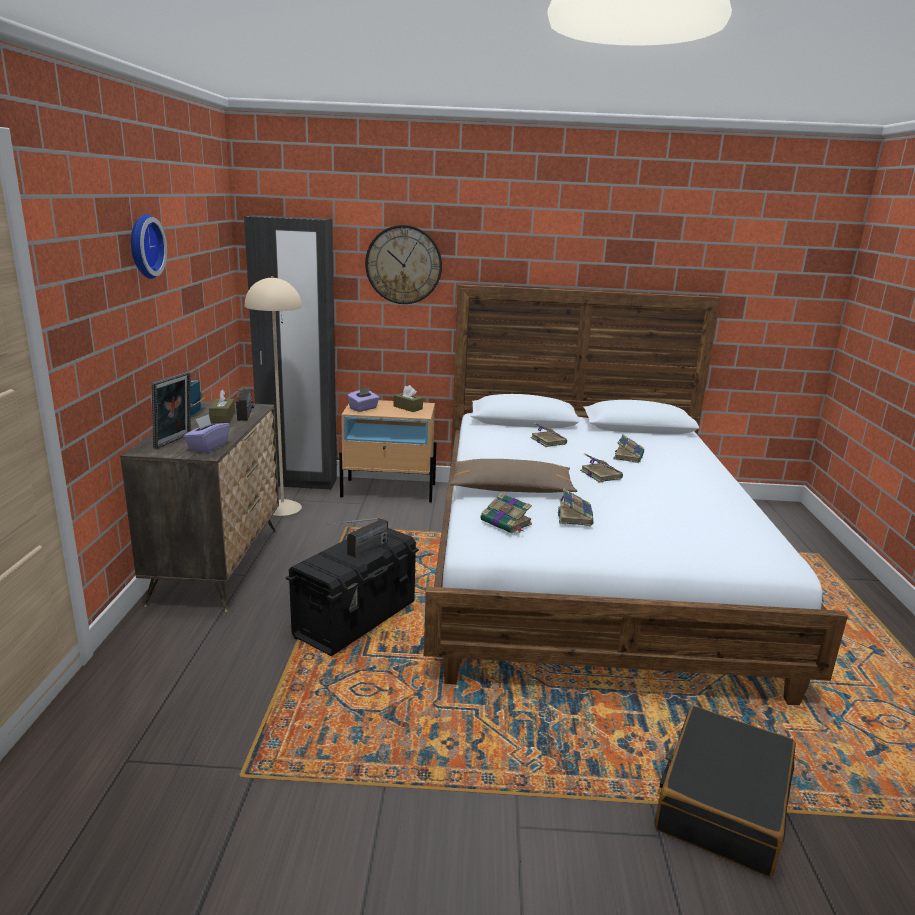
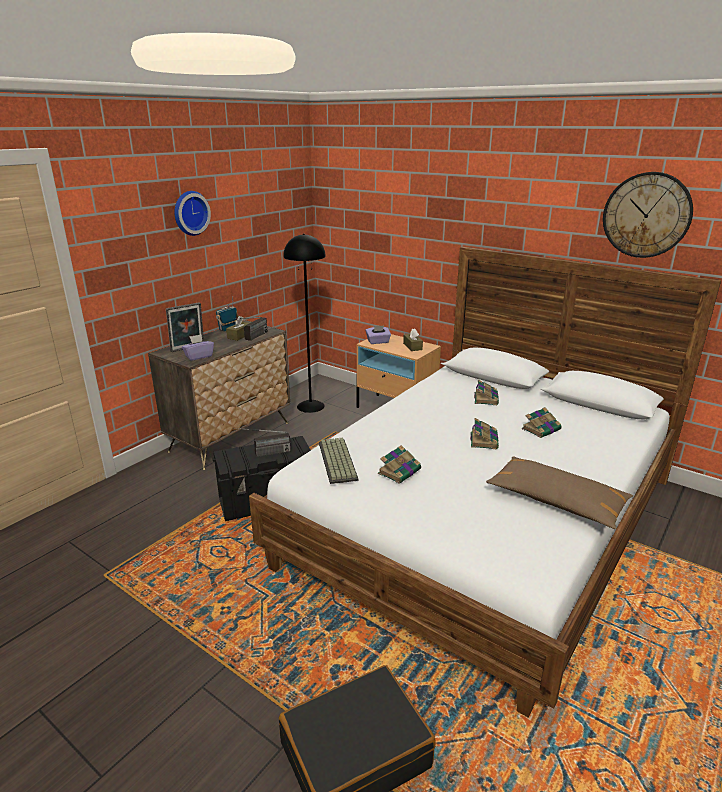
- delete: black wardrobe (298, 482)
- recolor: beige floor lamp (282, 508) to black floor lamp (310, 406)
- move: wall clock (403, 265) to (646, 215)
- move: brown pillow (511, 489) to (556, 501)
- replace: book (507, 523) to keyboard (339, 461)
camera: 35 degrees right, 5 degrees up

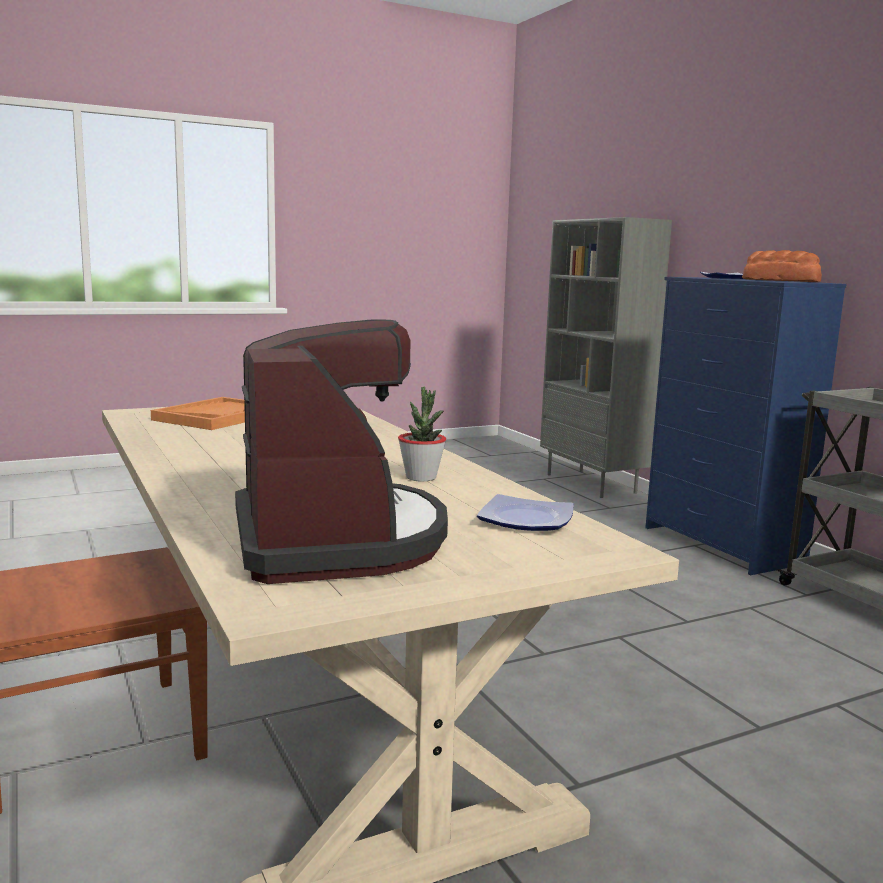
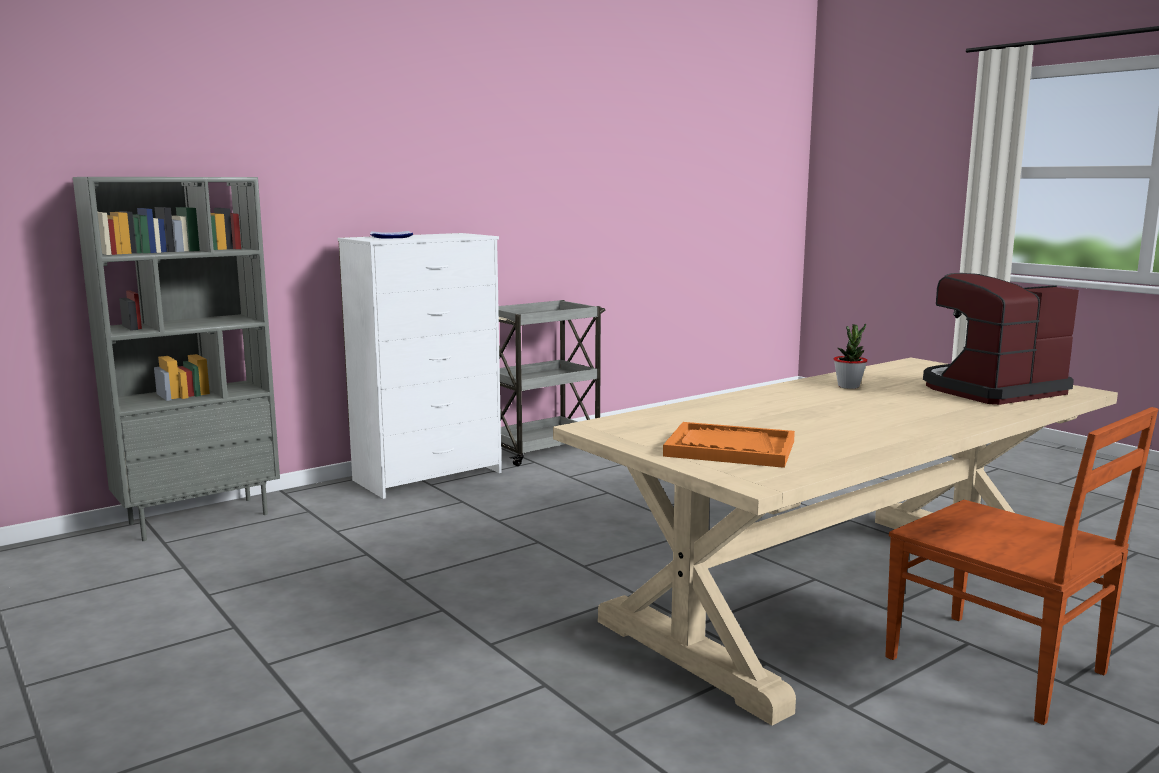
- delete: plate (524, 519)
- recolor: blue dresser (722, 545) to white dresser (429, 476)
- delete: bread (781, 280)
camera: 100 degrees left, 0 degrees up

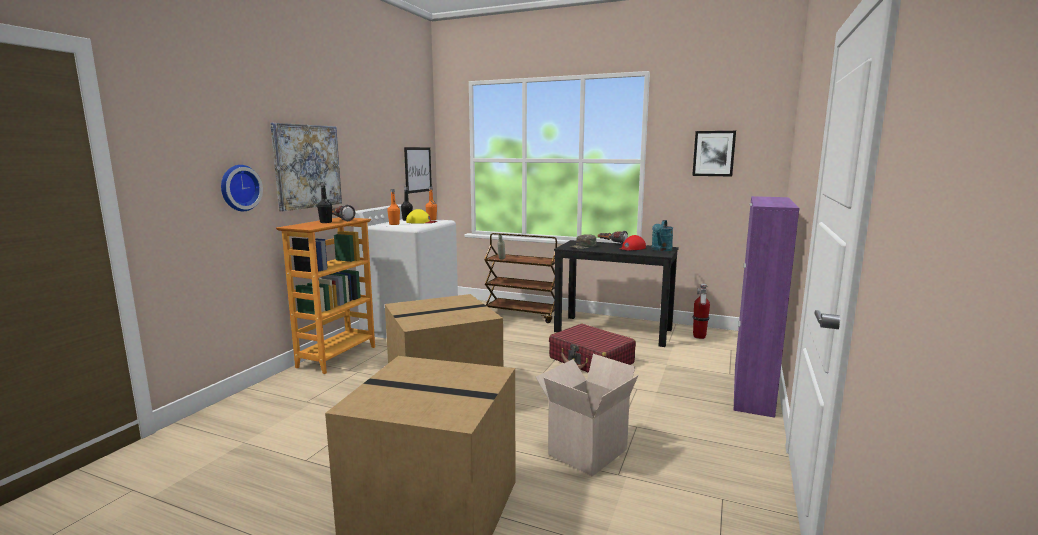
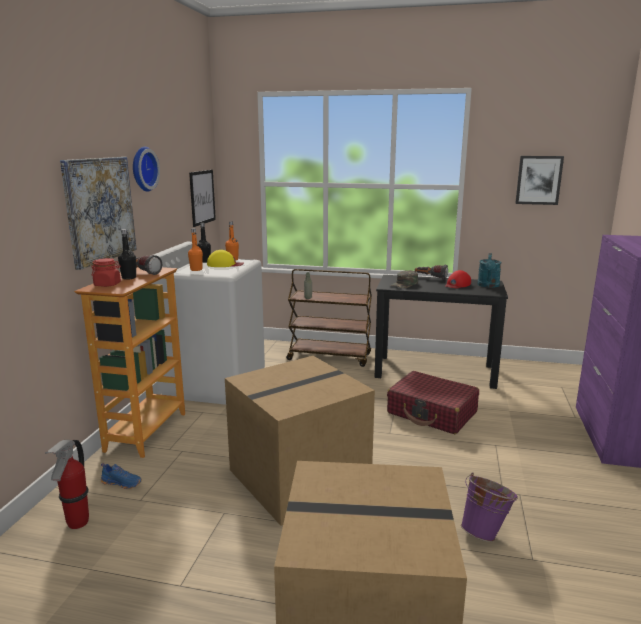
- move: wall clock (239, 188) to (142, 169)
- replace: cardboard box (586, 450) to purple bucket (485, 532)
- move: fire extinguisher (699, 337) to (77, 523)
- insert: red jar (107, 284)
- insert: blue shoe (122, 483)
camera: 10 degrees left, 5 degrees up

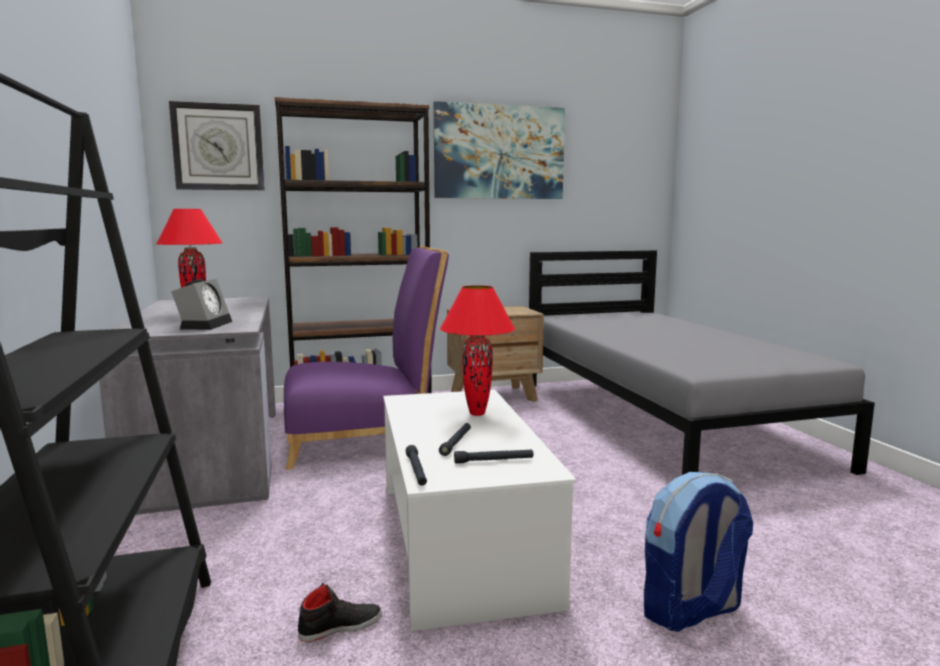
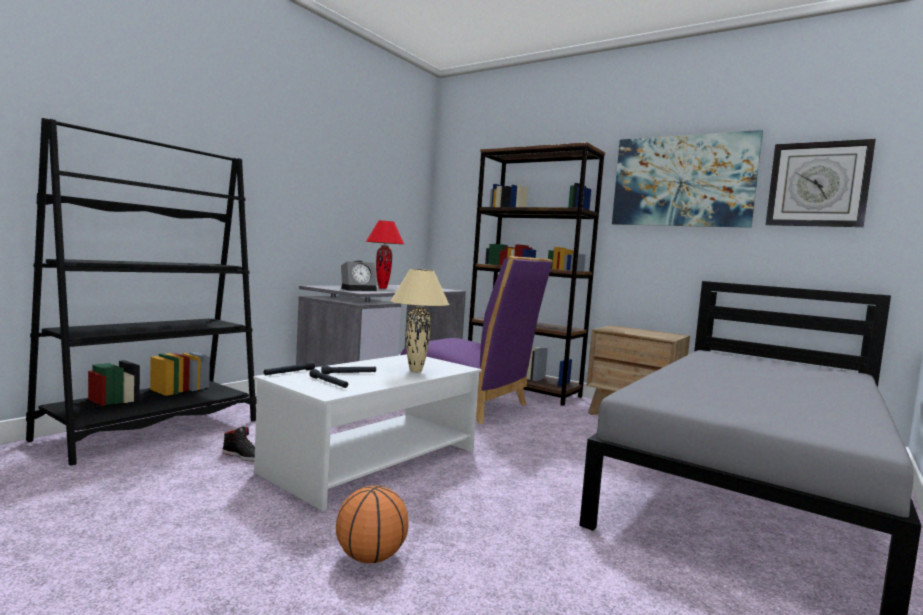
- move: wall clock (218, 147) to (817, 184)
- recolor: red table lamp (477, 414) to beige table lamp (415, 371)
- replace: backpack (691, 611) to basketball (370, 557)
camera: 50 degrees right, 5 degrees down

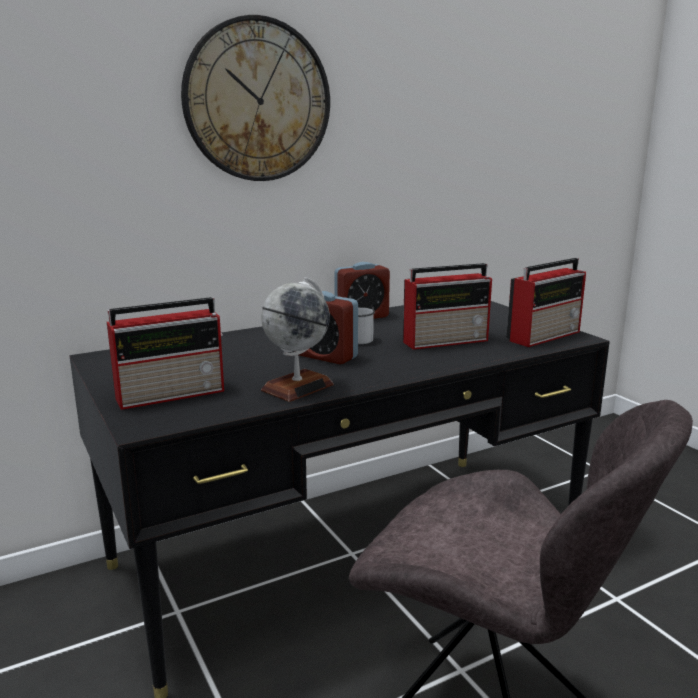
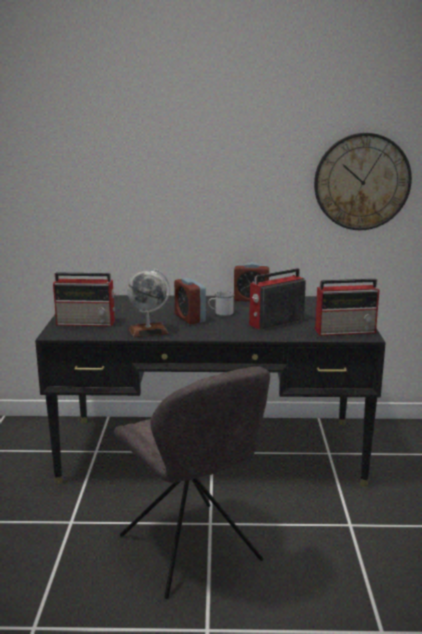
- move: wall clock (257, 101) to (362, 182)
- rotate: radio (447, 341) = (275, 322) 135 degrees clockwise
camera: 30 degrees right, 0 degrees up

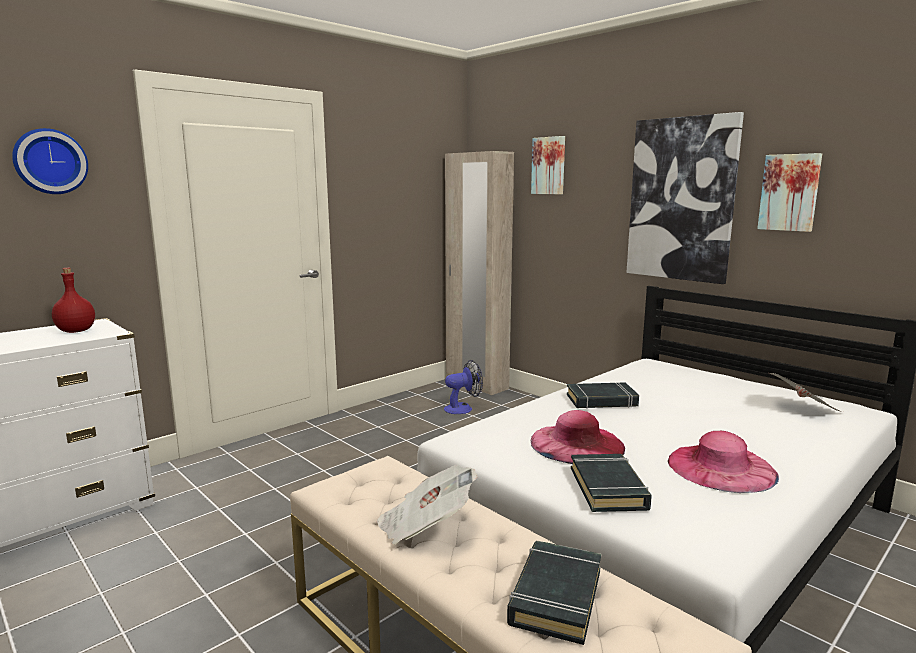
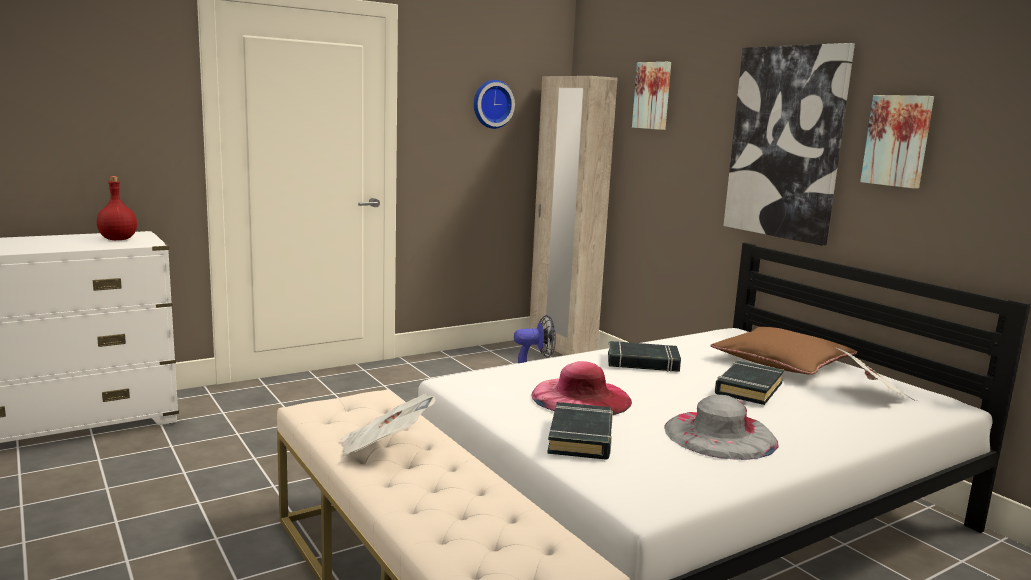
- move: wall clock (50, 161) to (492, 104)
- move: black book (555, 596) to (748, 388)
- recolor: pink hat (721, 467) to grey hat (720, 435)
- insert: brown pillow (782, 361)
camera: 10 degrees right, 0 degrees up

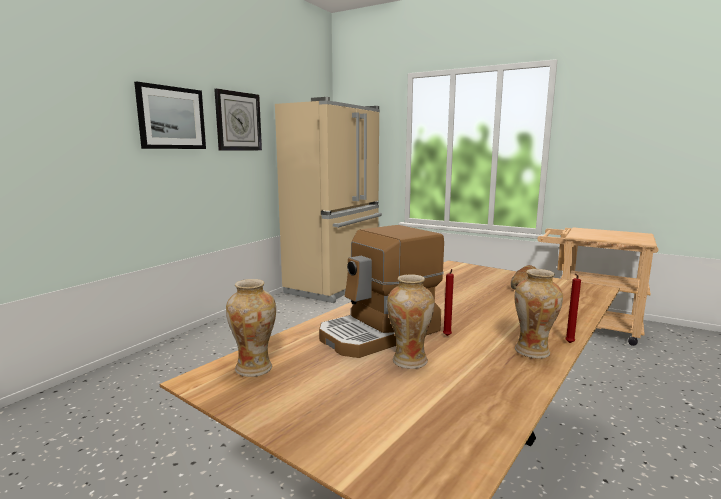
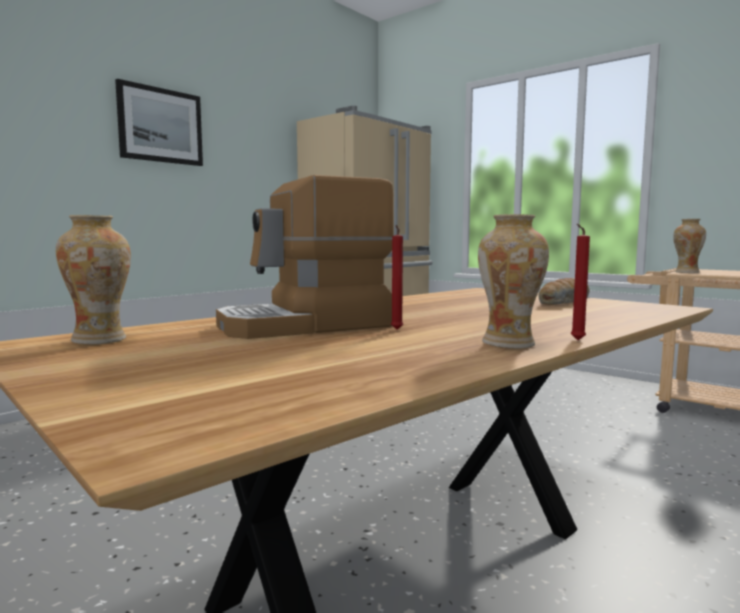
- delete: wall clock (238, 121)
- move: vase (409, 361) to (686, 272)
camera: 10 degrees right, 5 degrees down

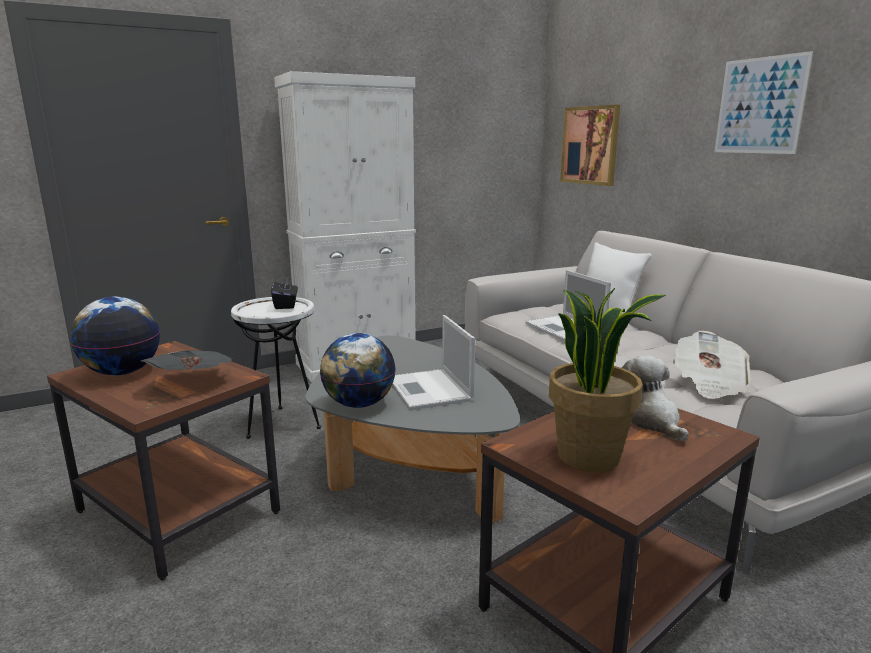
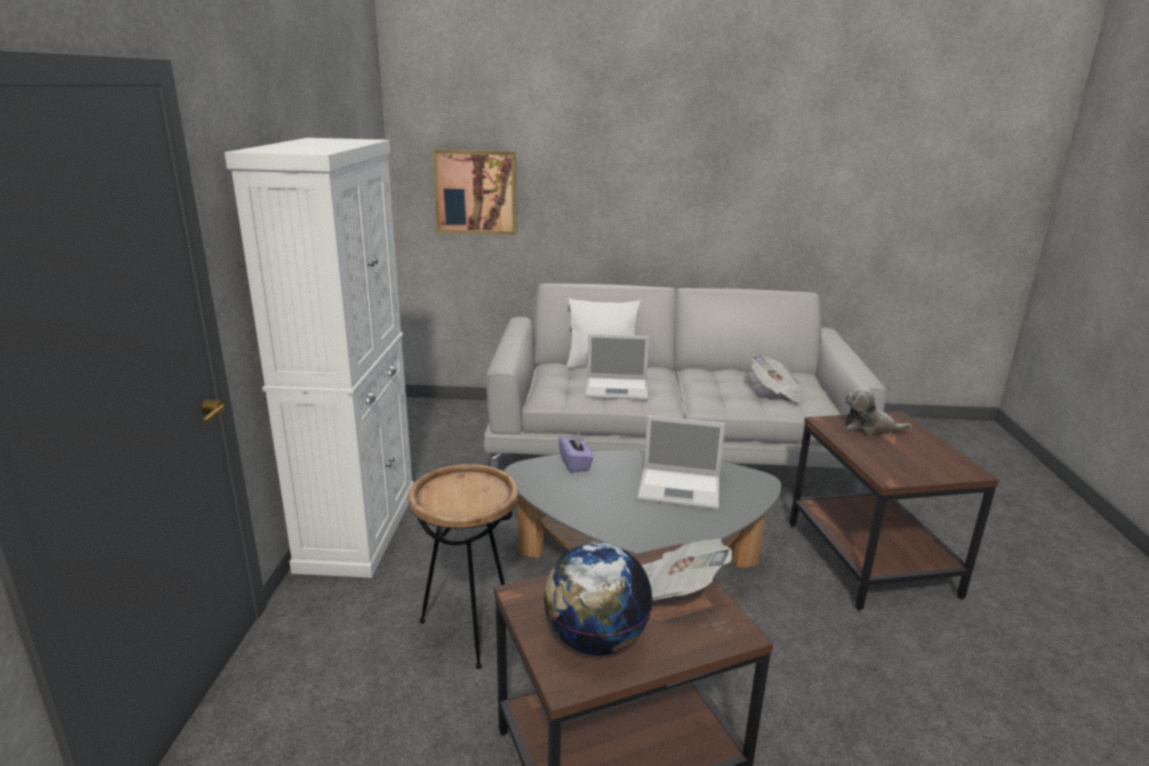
- recolor: white side table (283, 424) to brown side table (470, 630)
- delete: black tissue box (286, 305)
- delete: globe (359, 404)
- delete: potted plant (589, 455)
- delete: picture (760, 106)
- insert: purple tissue box (575, 464)
camera: 60 degrees left, 5 degrees up

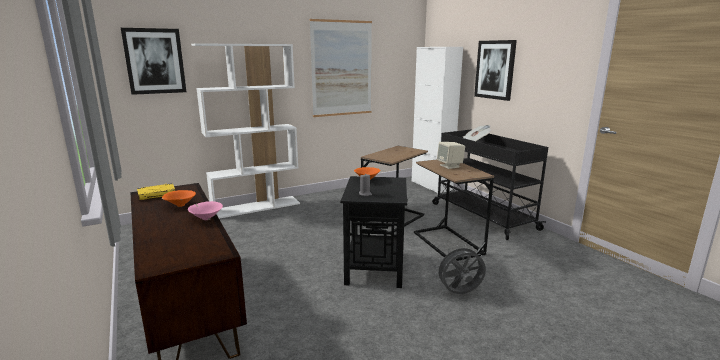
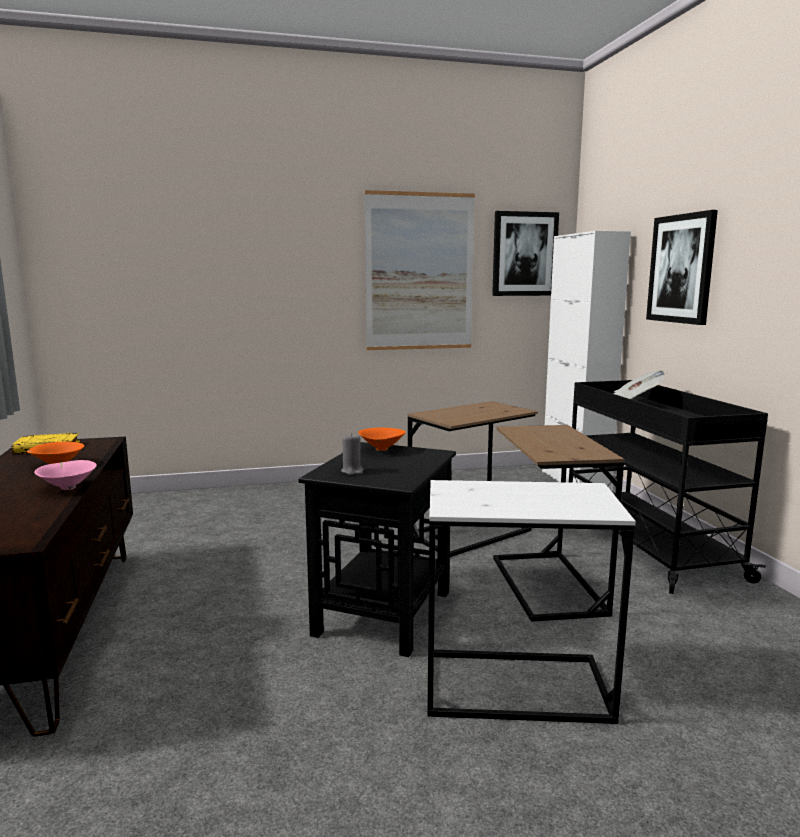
- move: picture (155, 61) to (524, 254)
- delete: white bookcase (256, 207)
- replace: grey fan (460, 294) to white side table (515, 686)
- delete: beige speaker (450, 166)
camera: 15 degrees right, 5 degrees down

